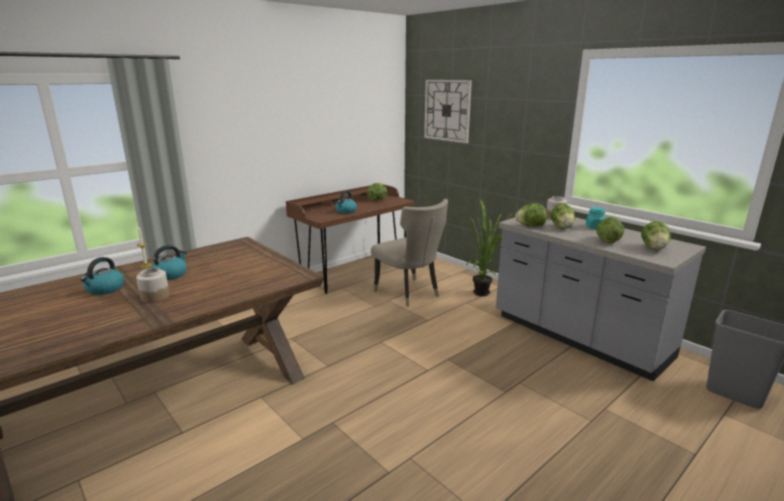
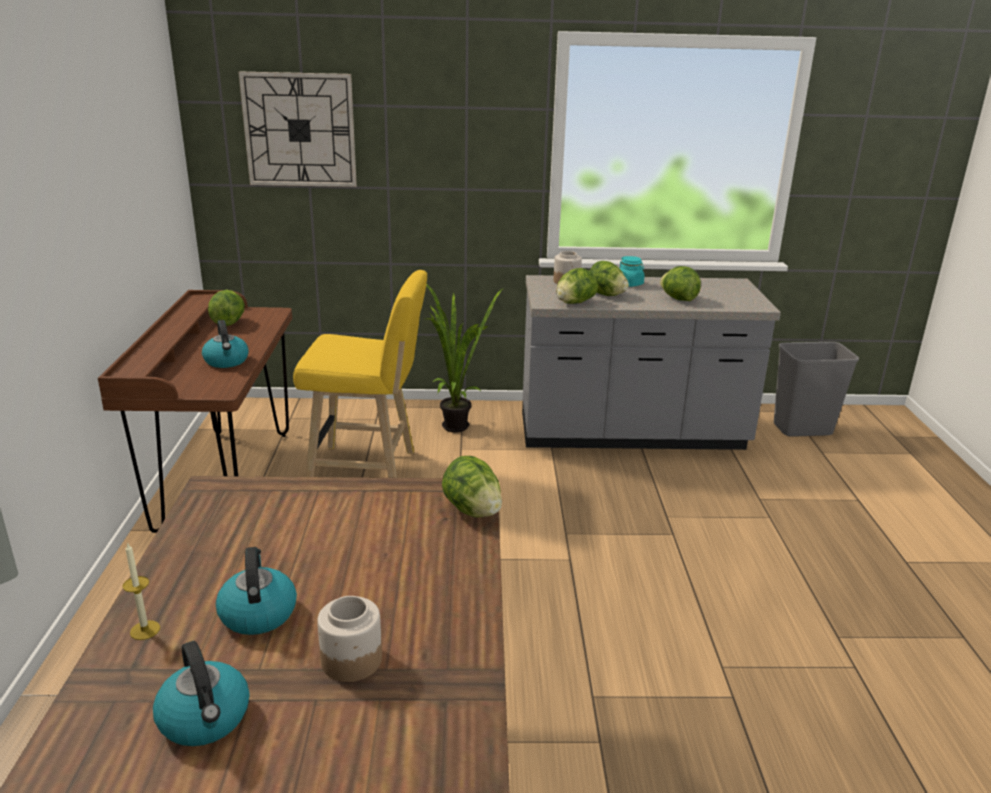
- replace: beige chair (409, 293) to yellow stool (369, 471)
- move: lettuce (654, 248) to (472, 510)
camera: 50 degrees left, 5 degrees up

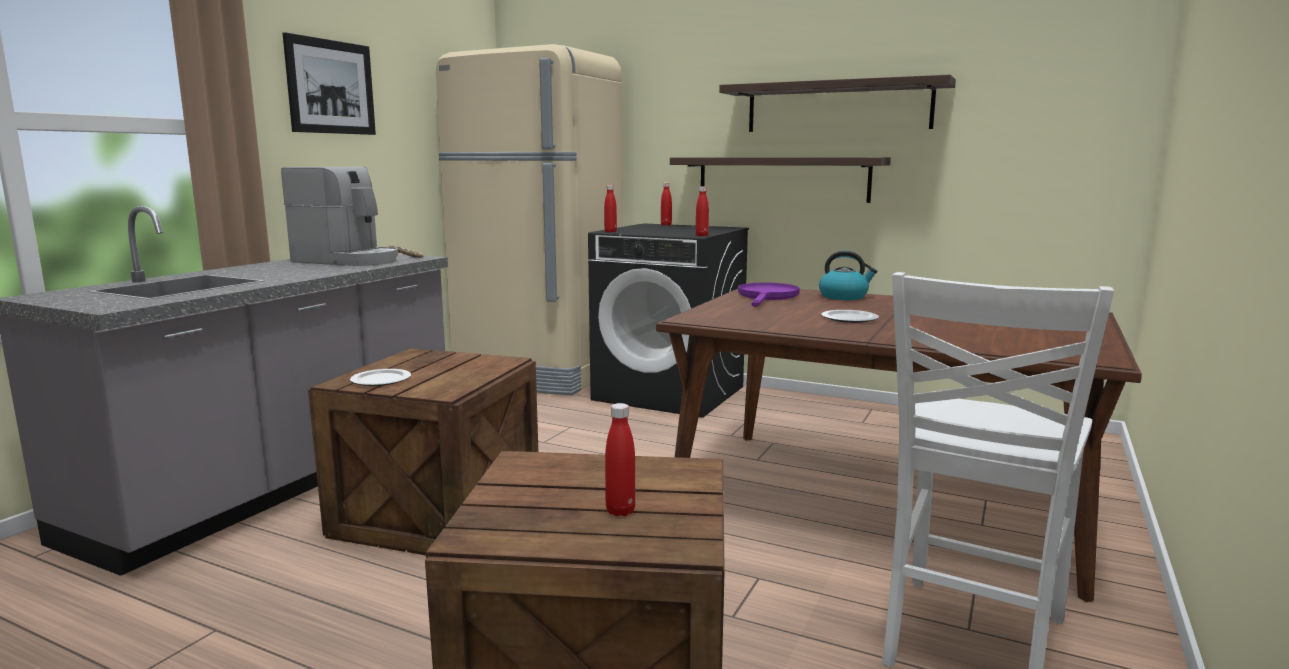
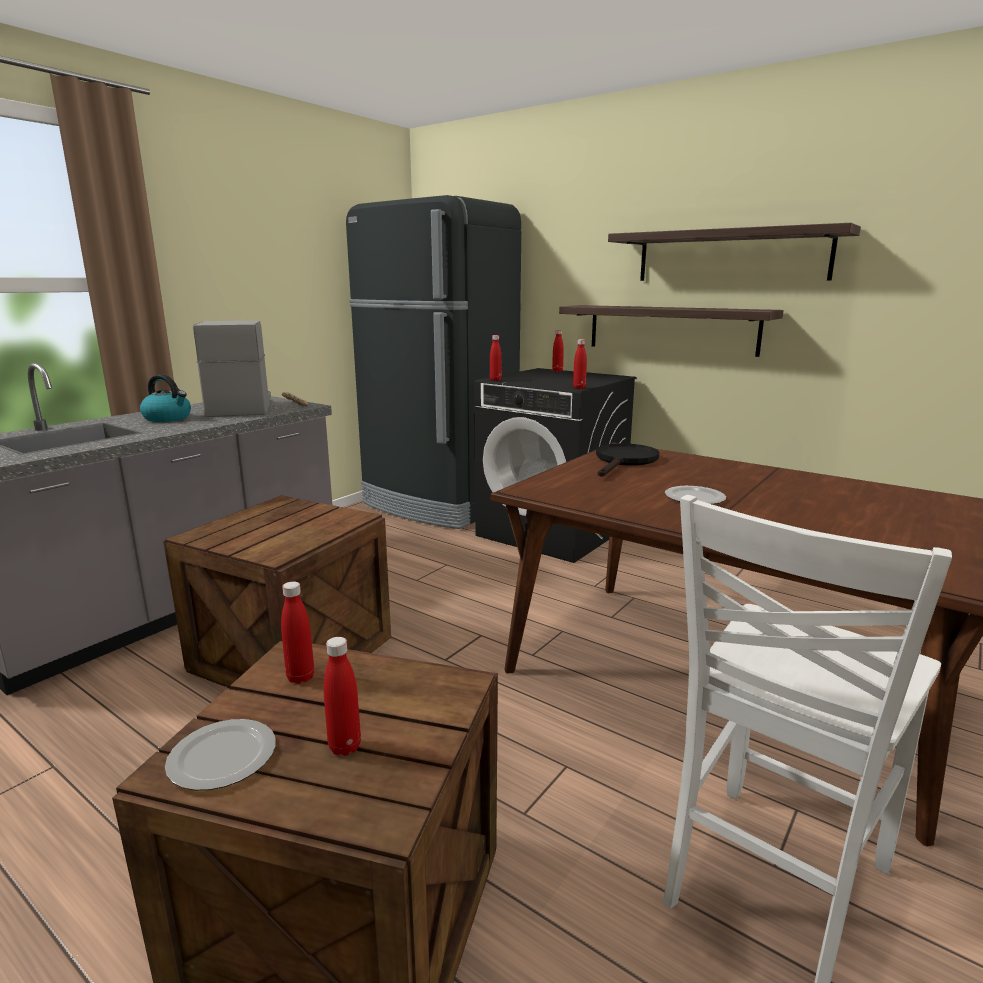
- rotate: coffee machine (348, 260) = (240, 408) 135 degrees counterclockwise
- delete: picture (331, 87)
- move: plate (380, 380) to (220, 758)
- recolor: beige fridge (538, 374) to black fridge (439, 504)
- recolor: purple frying pan (767, 297) to black frying pan (624, 461)
- move: kettle (844, 297) to (168, 418)
- insert: red bottle (300, 677)
camera: 10 degrees right, 5 degrees up

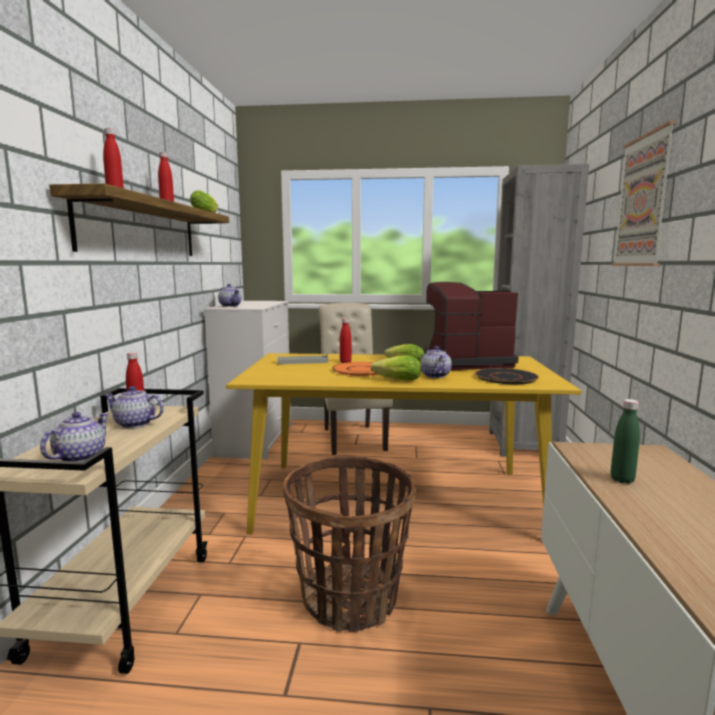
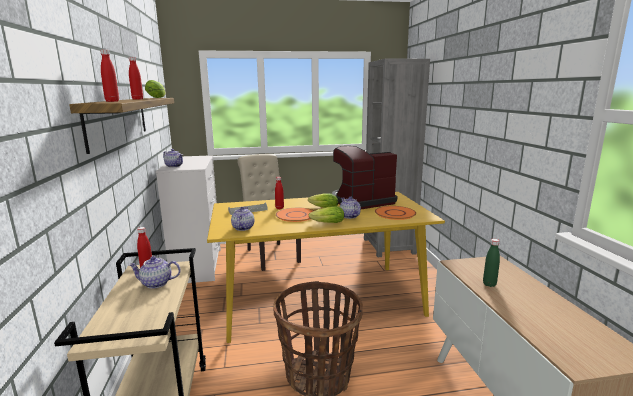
- move: teapot (80, 456) to (243, 228)
- recolor: black plate (506, 377) to orange plate (395, 213)
- delete: picture (643, 201)
camera: 15 degrees left, 5 degrees up

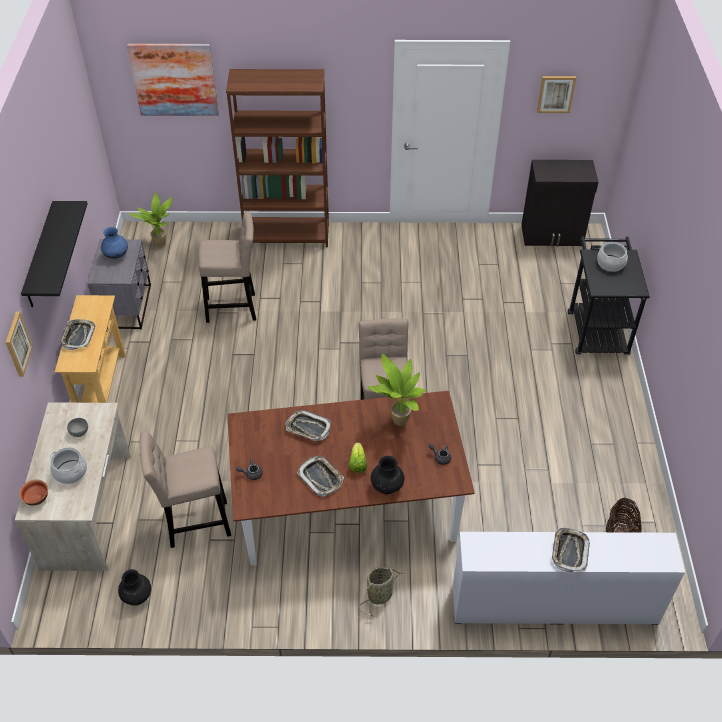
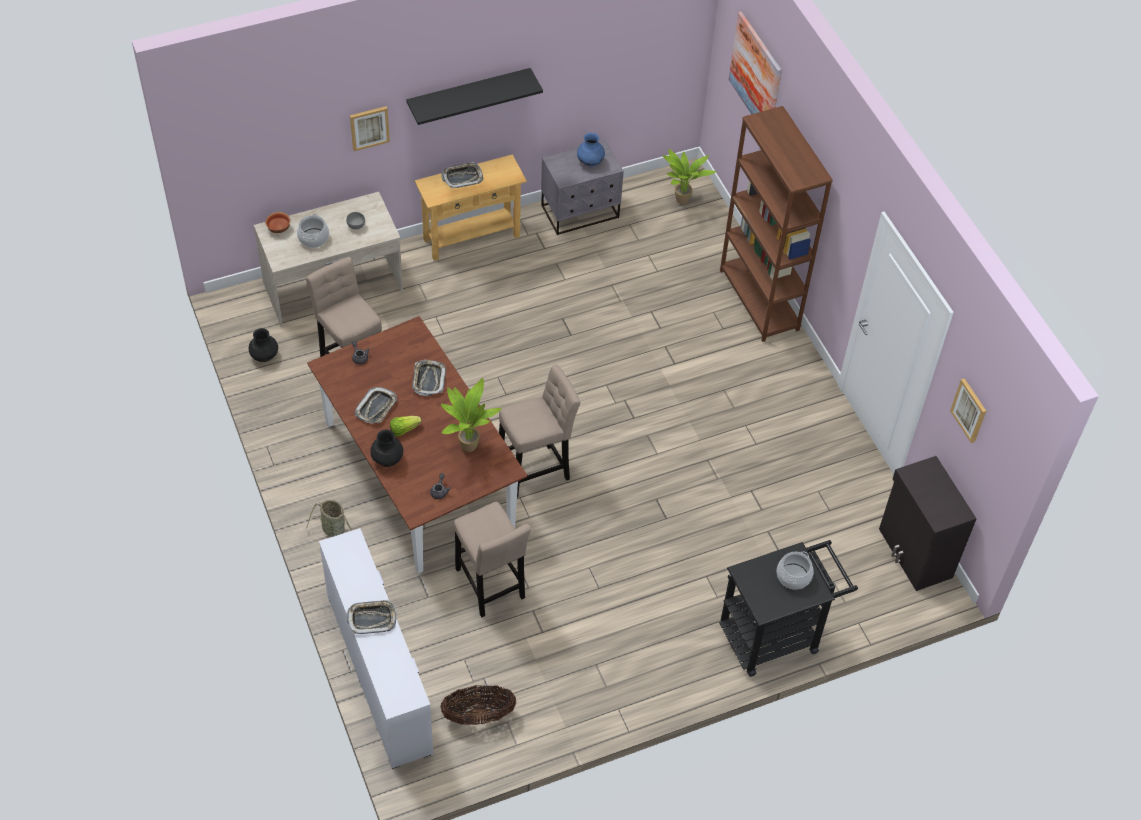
- move: beige stool (234, 308) to (491, 587)
camera: 65 degrees right, 5 degrees up

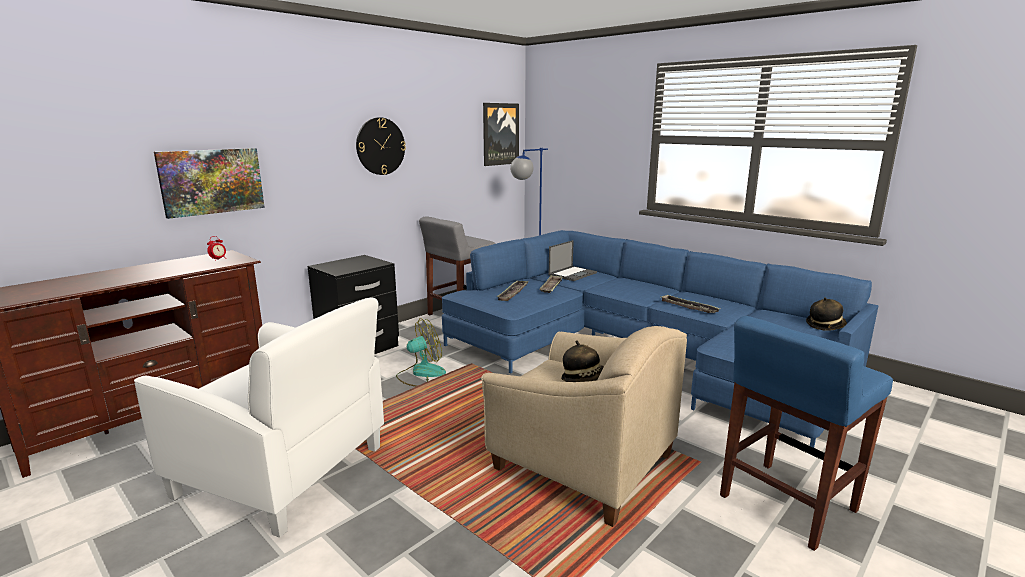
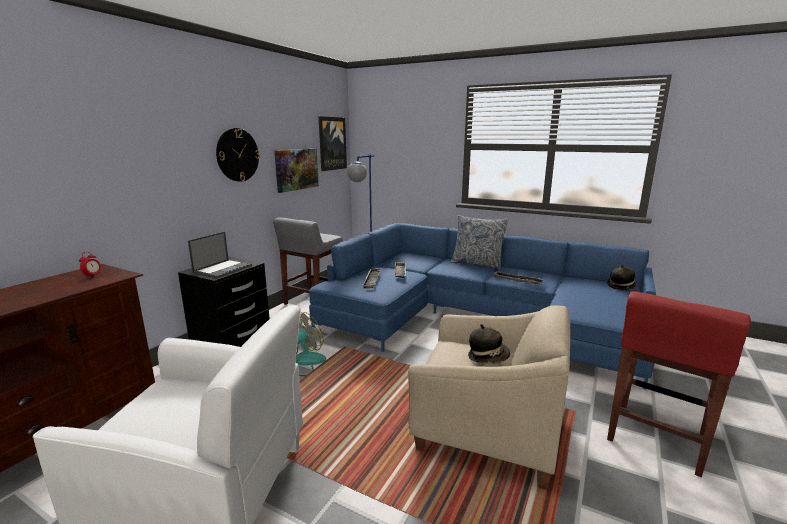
- move: picture (212, 181) to (296, 169)
- move: laptop (572, 274) to (223, 269)
- recolor: blue stool (786, 504) to red stool (656, 438)
- insert: pillow (477, 264)
camera: 15 degrees left, 0 degrees up

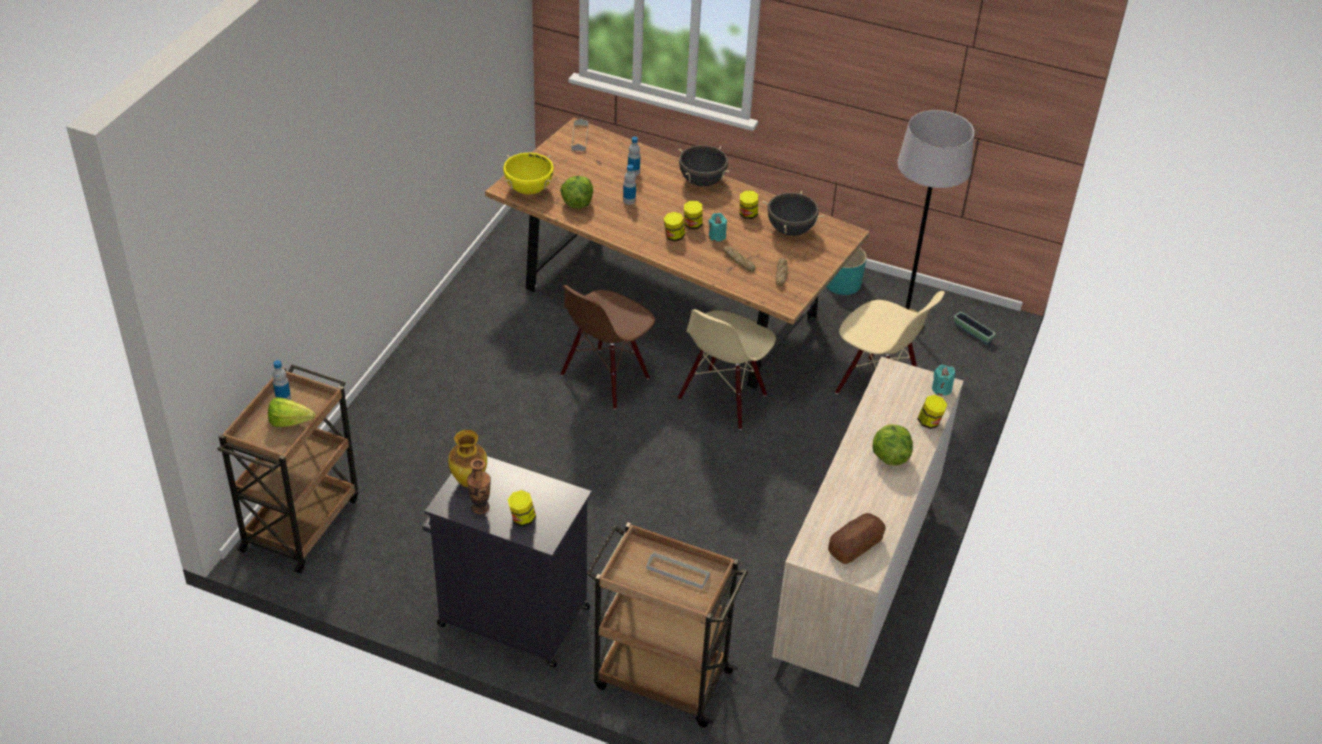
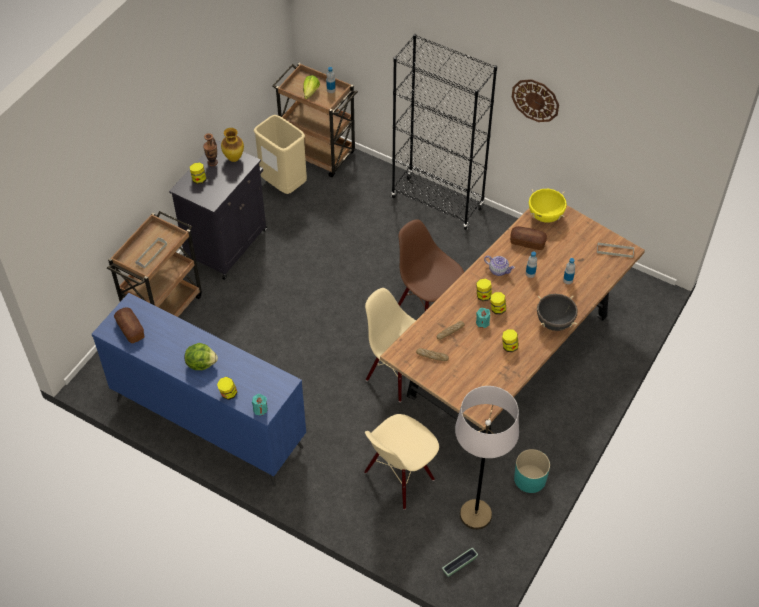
- replace: lettuce (577, 203) to bread (527, 242)
- delete: black cooking pot (790, 230)
- recolor: beige dresser (855, 587) to blue dresser (208, 422)
- insert: beige trash can (283, 184)
- insert: black bookcase (437, 203)
- insert: teapot (498, 270)
- insert: wall clock (535, 100)
camera: 100 degrees right, 10 degrees up

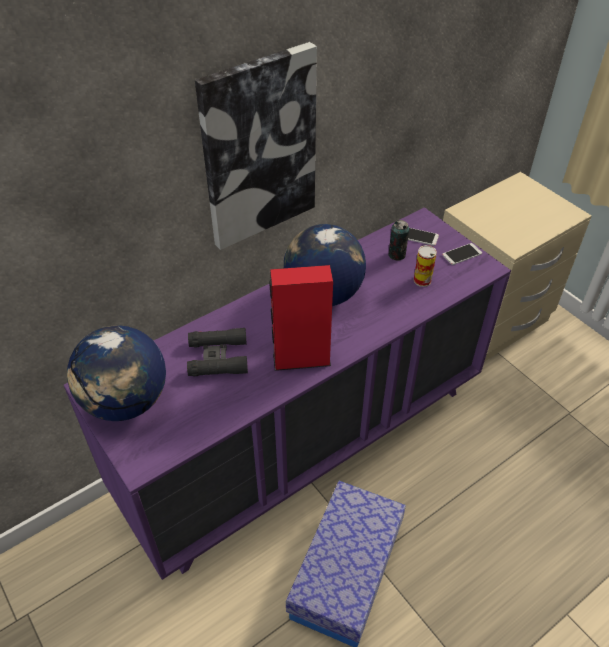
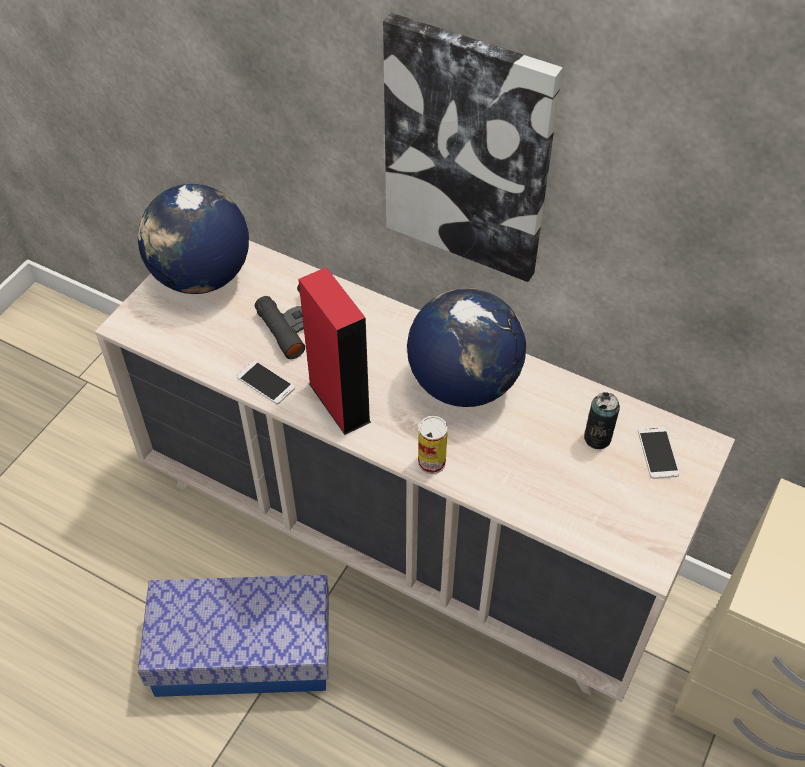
- recolor: purple dresser (305, 441) to beige dresser (403, 533)
- move: can (422, 280) to (431, 462)
- move: phone (462, 254) to (265, 382)
camera: 65 degrees right, 5 degrees up

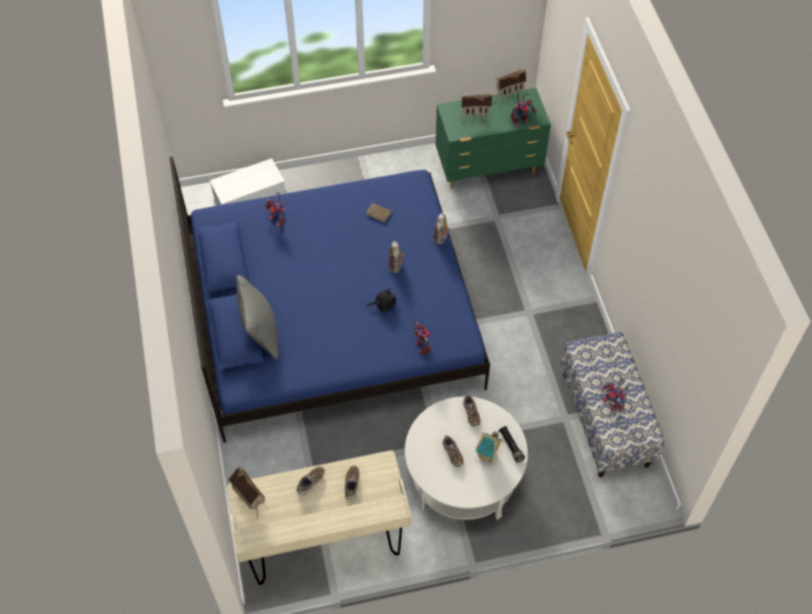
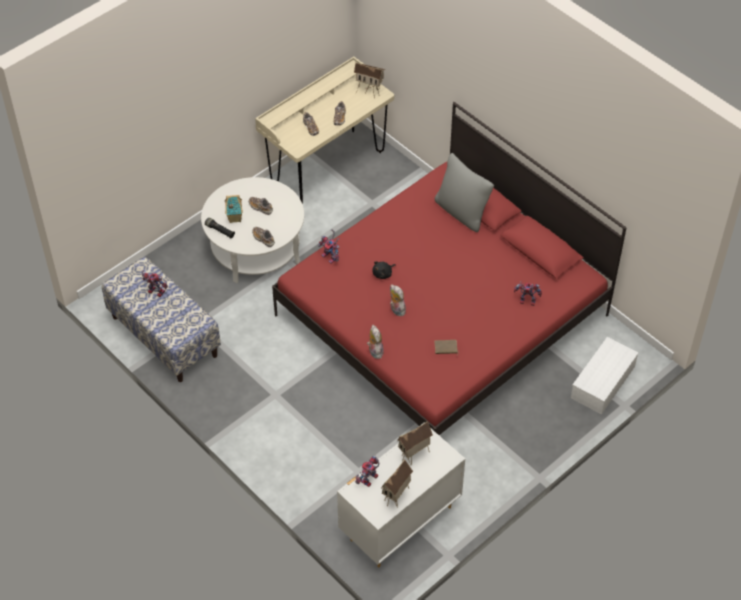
- recolor: blue bed (333, 314) to red bed (442, 315)
- recolor: green dresser (489, 168) to white dresser (399, 523)
camera: 150 degrees right, 5 degrees down

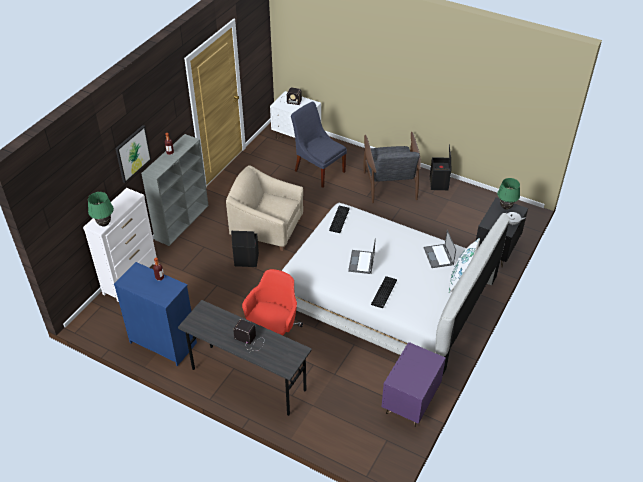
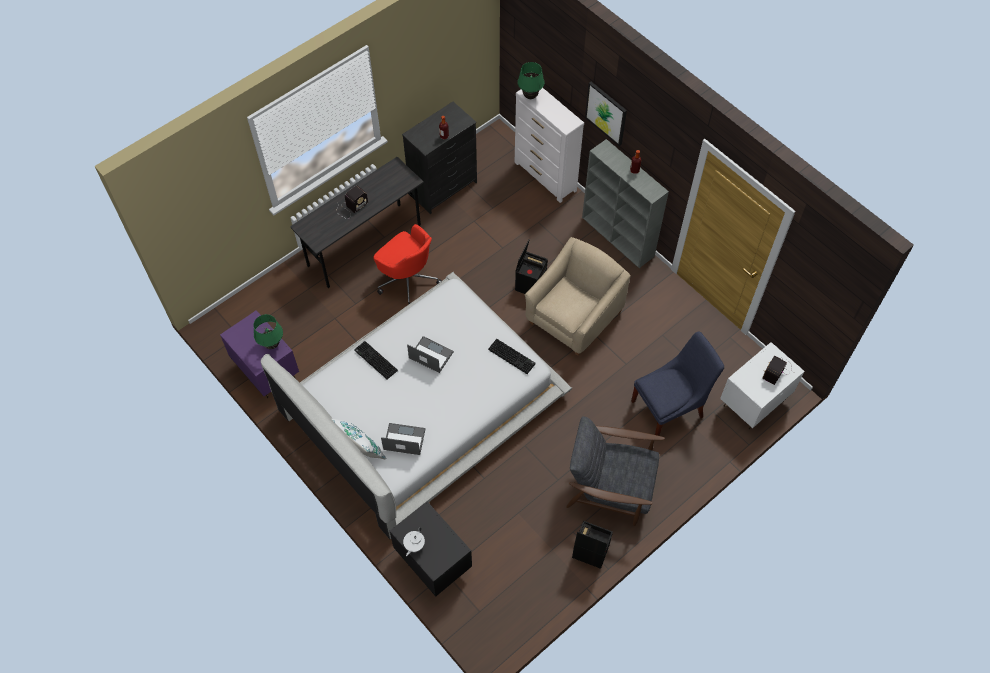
- recolor: blue dresser (163, 342) to black dresser (443, 188)
- move: green table lamp (506, 207) to (272, 345)
camera: 110 degrees right, 15 degrees up

